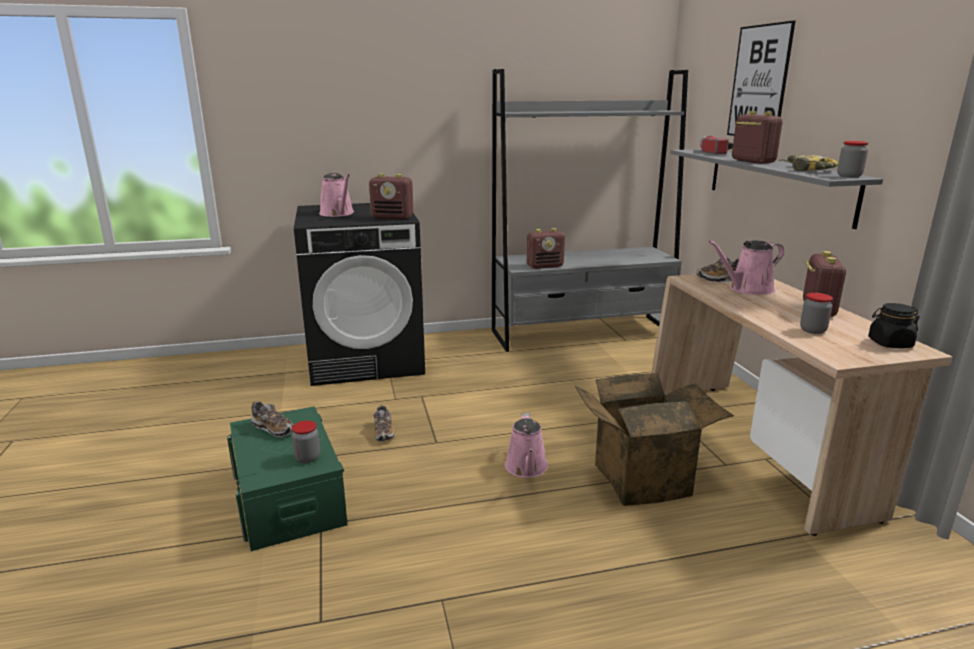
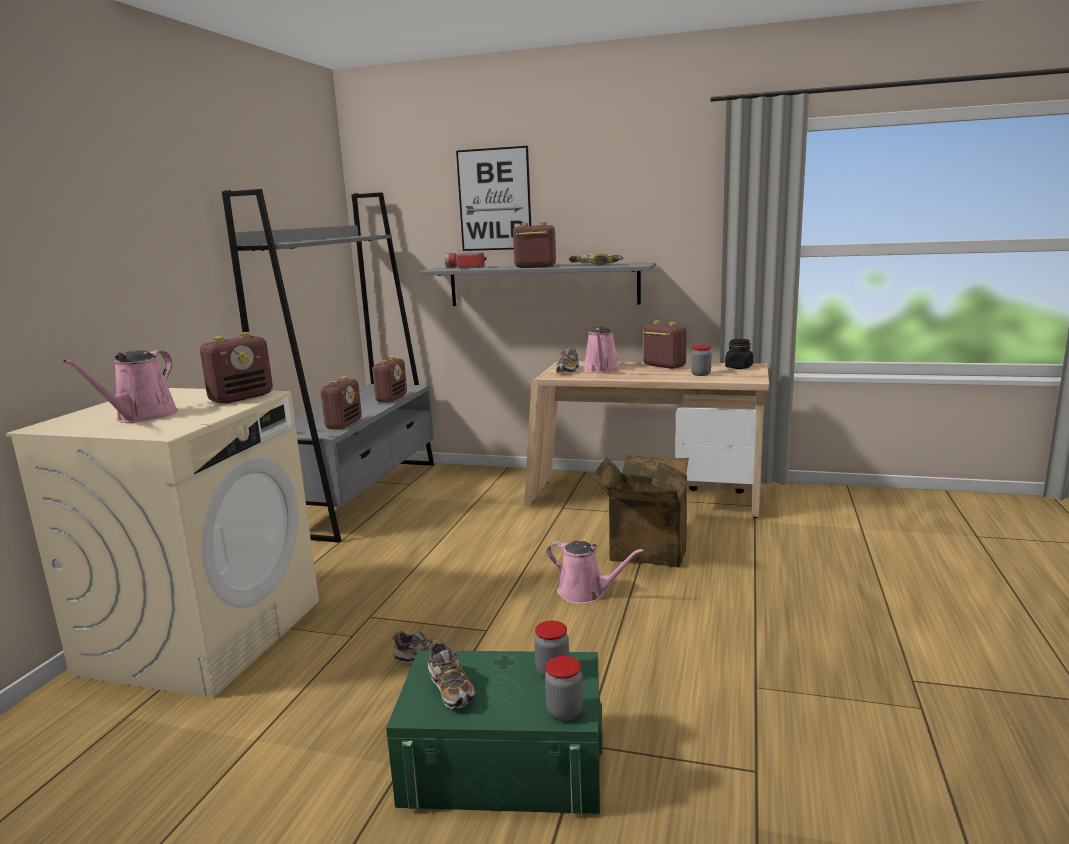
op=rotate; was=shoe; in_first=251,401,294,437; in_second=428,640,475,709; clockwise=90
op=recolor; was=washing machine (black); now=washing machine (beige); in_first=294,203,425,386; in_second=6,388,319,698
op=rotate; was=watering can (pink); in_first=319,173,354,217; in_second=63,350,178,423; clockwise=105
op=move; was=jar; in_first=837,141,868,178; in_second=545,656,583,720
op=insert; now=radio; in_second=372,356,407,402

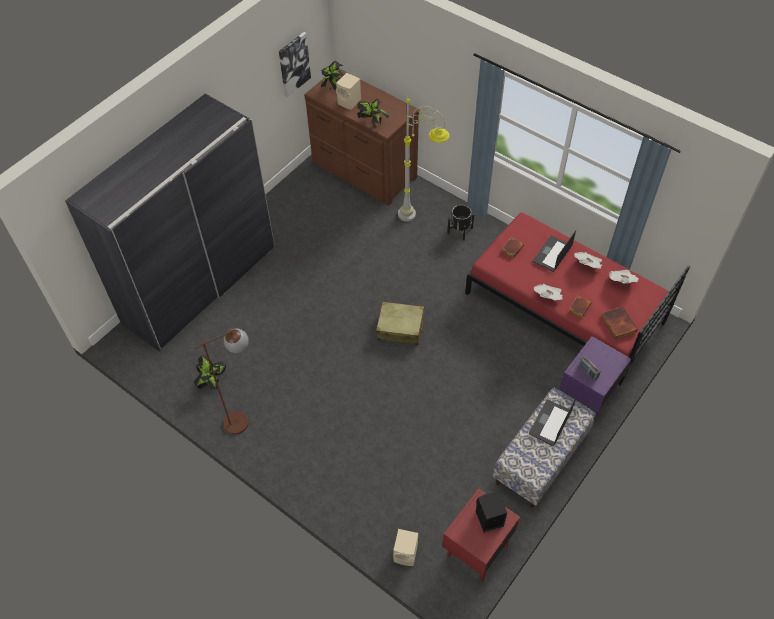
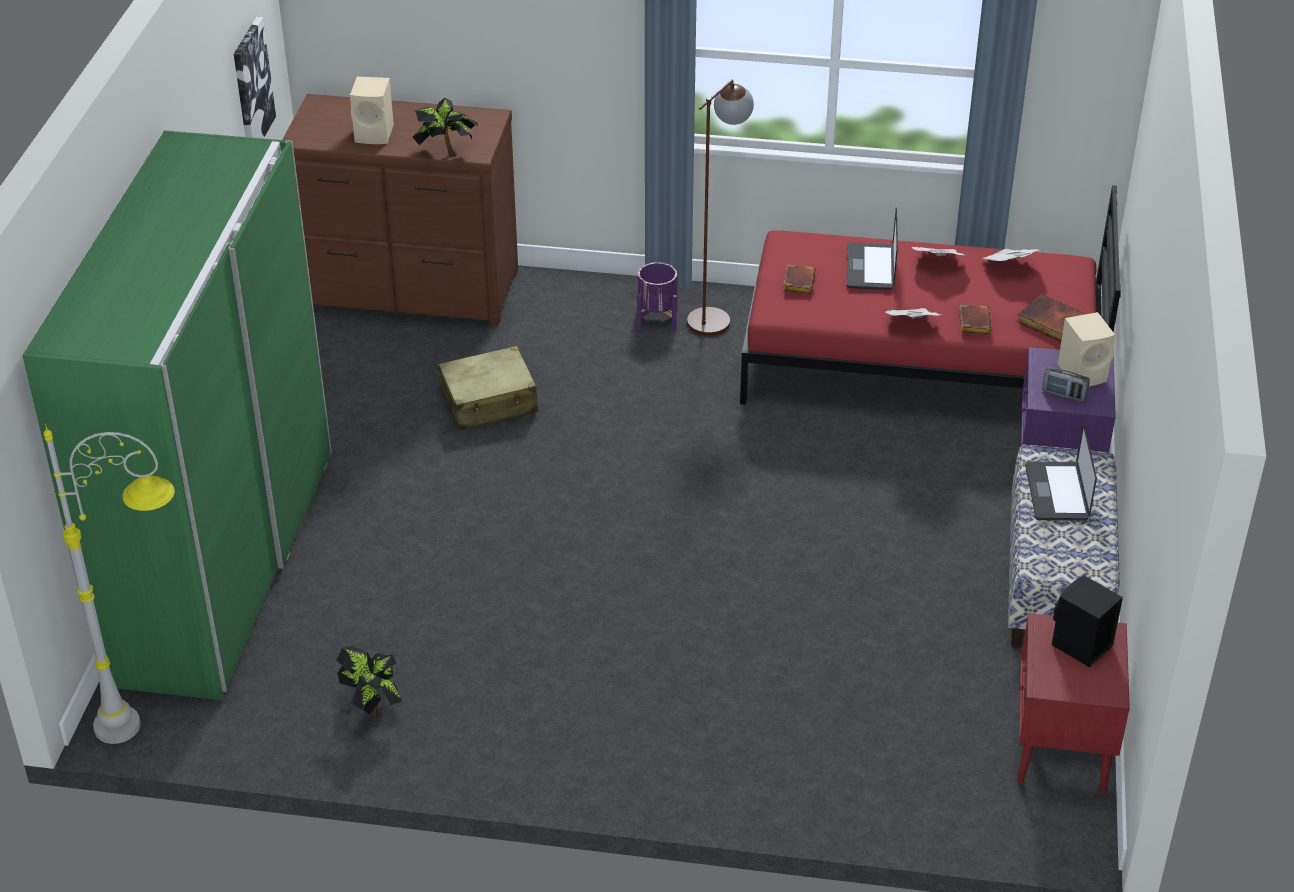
op=recolor; was=wardrobe (grey); now=wardrobe (green); in_first=65,93,275,351; in_second=22,131,332,700
op=move; was=floor lamp (brown); in_first=194,329,249,434; in_second=687,79,754,336
op=delete; was=potted plant; in_first=321,61,345,90
op=move; was=suitcase (beige); in_first=376,302,425,345; in_second=439,346,538,430
op=move; was=speaker (beige); in_first=393,529,418,566; in_second=1058,312,1115,386
op=move; was=floor lamp (grey); in_first=398,98,449,222; in_second=43,423,175,744
op=recolor; was=planter (black); now=planter (purple); in_first=447,205,474,240; in_second=637,262,678,331

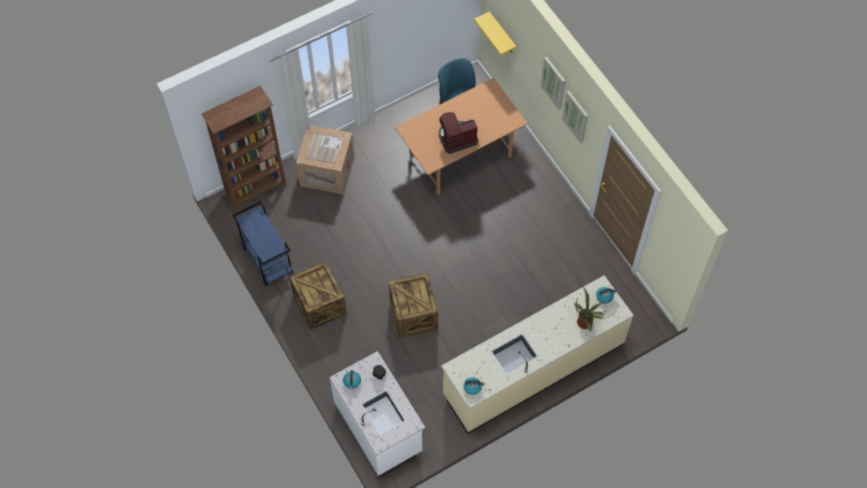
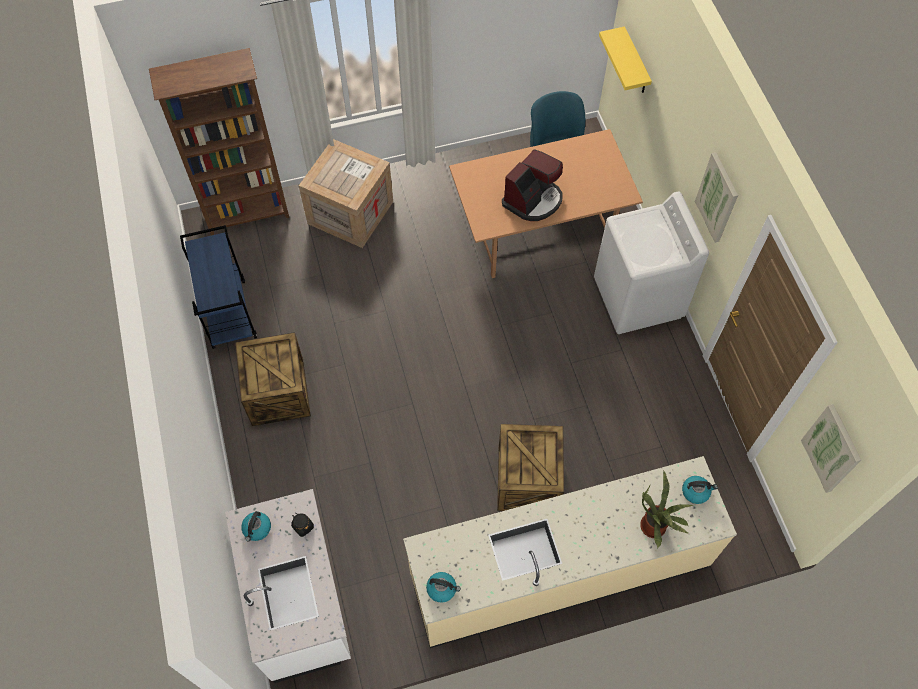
op=move; was=crate; in_first=389,273,438,337; in_second=497,424,564,511
op=rotate; was=coffee machine; in_first=439,112,479,154; in_second=502,150,563,221; clockwise=135
op=move; was=picture; in_first=541,56,566,110; in_second=801,404,861,493
op=insert; now=washing machine (white); in_second=594,192,709,334

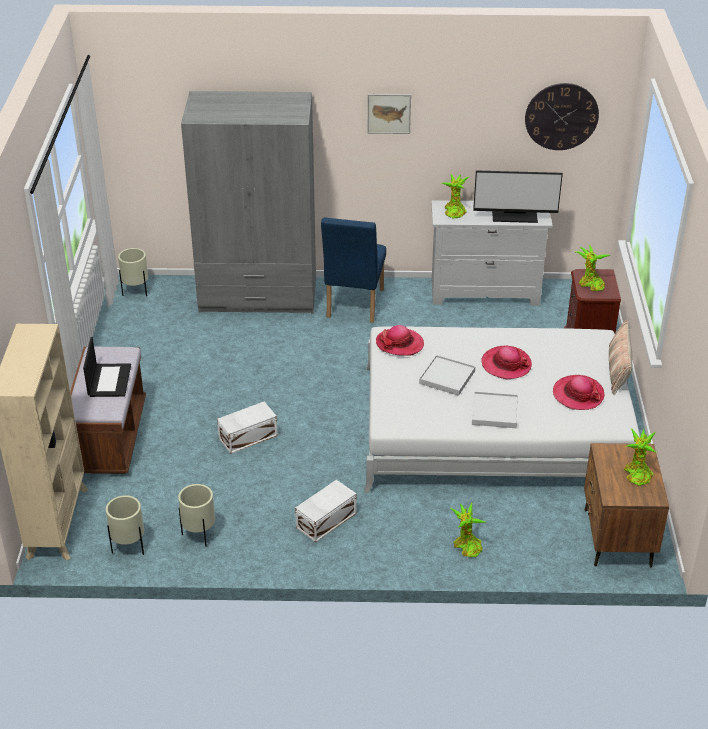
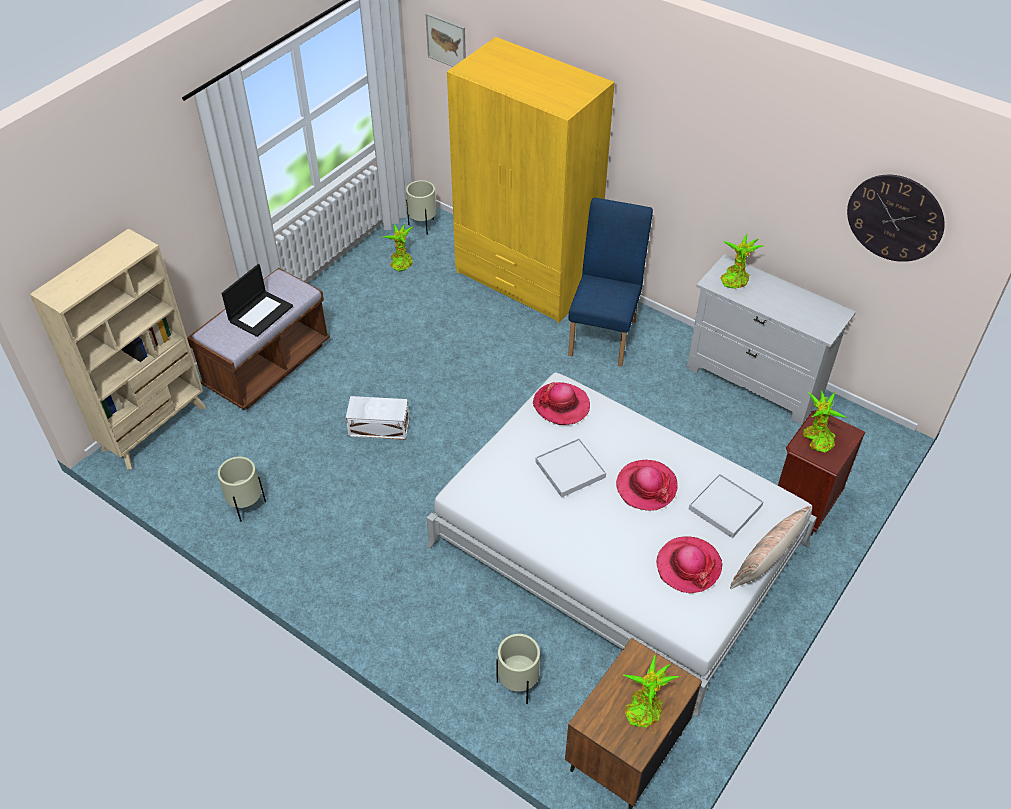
op=move; was=planter (beige); in_first=106,495,144,555; in_second=496,634,540,704
op=recolor; was=wardrobe (grey); now=wardrobe (yellow); in_first=181,91,316,314; in_second=447,37,615,323
op=delete; was=storage box (white); in_first=295,480,356,543
op=rotate; was=chair (blue); in_first=321,217,386,323; in_second=568,198,653,366; clockwise=150
op=move; was=picture; in_first=368,94,411,134; in_second=425,13,466,67
op=move; was=potted plant; in_first=450,503,486,557; in_second=383,223,413,271
op=move; was=tray (white); in_first=472,391,518,428; in_second=689,474,764,538
op=delete; was=monitor; in_first=473,170,563,223

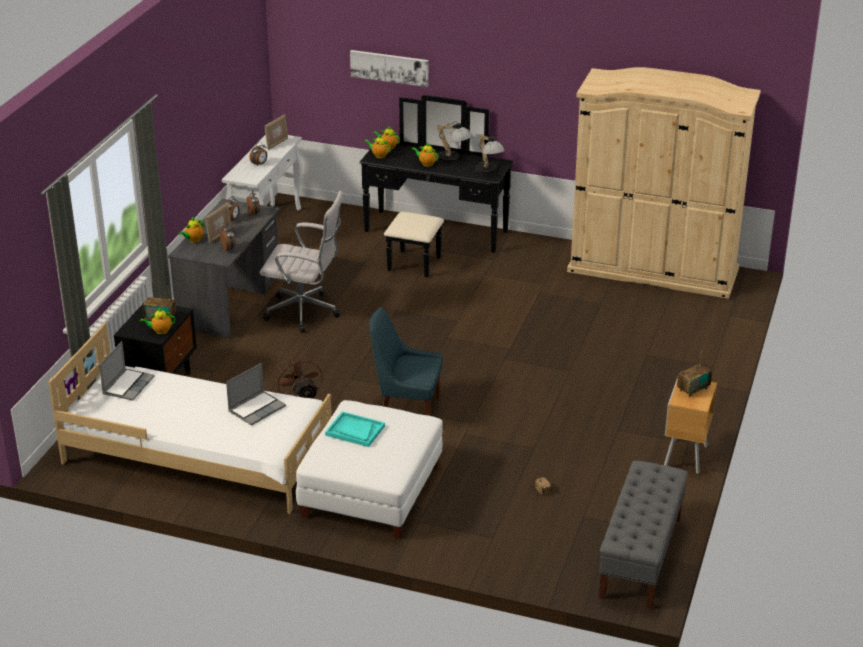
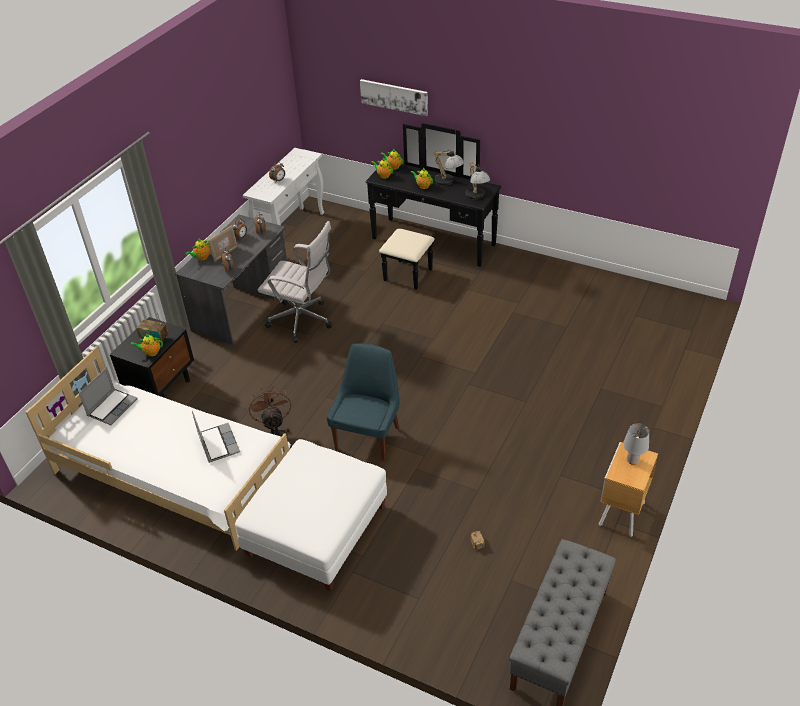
op=rotate; was=laptop; in_first=226,363,286,425; in_second=192,411,240,463; clockwise=-75
op=delete; was=picture frame; in_first=264,115,288,150
op=delete; was=tray (turquoise); in_first=325,411,385,447
op=rotate; was=chair (blue); in_first=369,307,442,416; in_second=326,344,399,461; clockwise=90
op=delete; was=wardrobe (beige); in_first=567,67,761,299
op=replace; was=radio; now=table lamp (grey); in_first=677,351,712,397; in_second=623,424,649,465

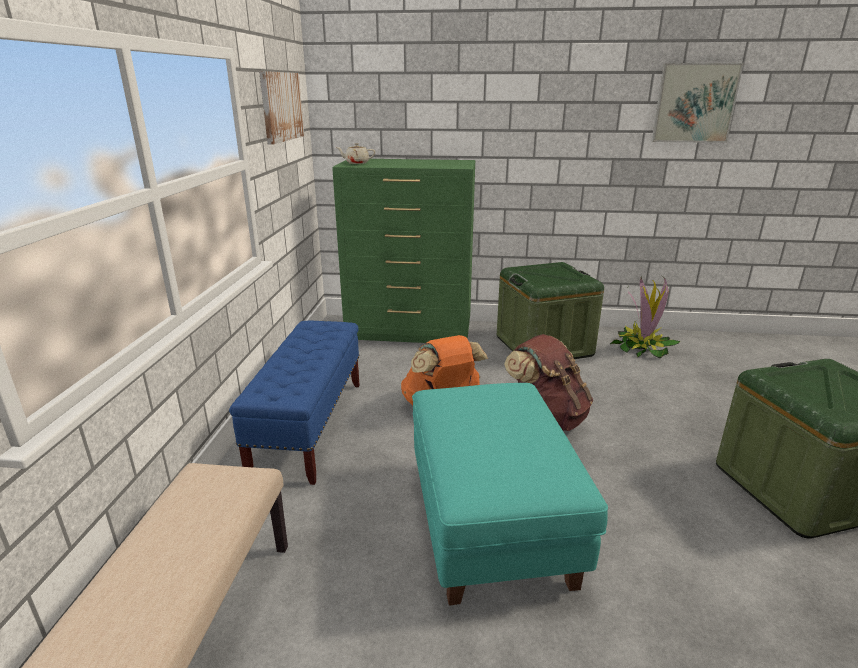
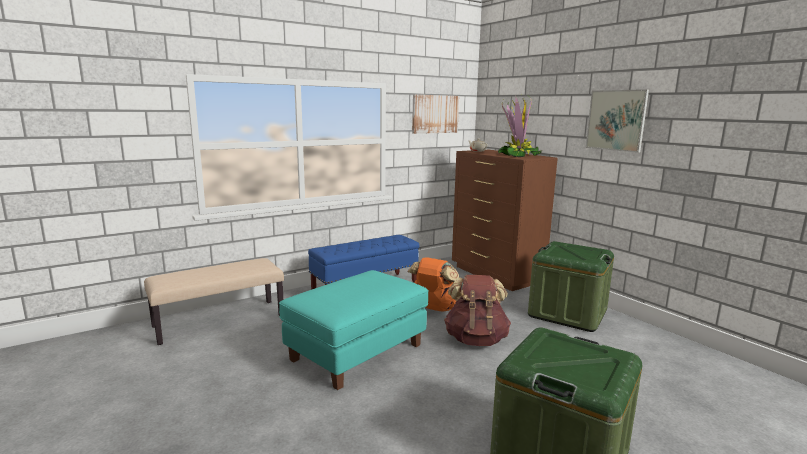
op=recolor; was=dresser (green); now=dresser (brown); in_first=332,159,475,343; in_second=452,150,558,291
op=move; was=potted plant; in_first=610,276,681,358; in_second=498,95,542,157
op=move; was=picture; in_first=651,63,744,143; in_second=586,89,649,153

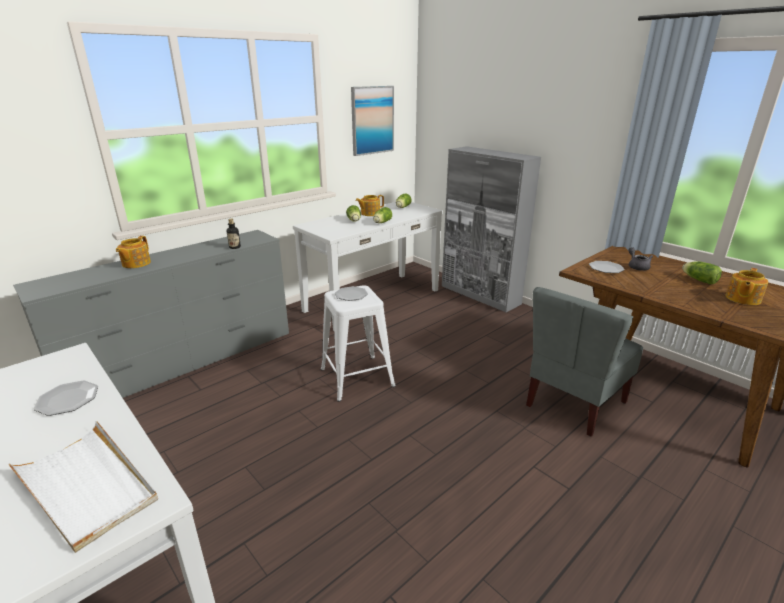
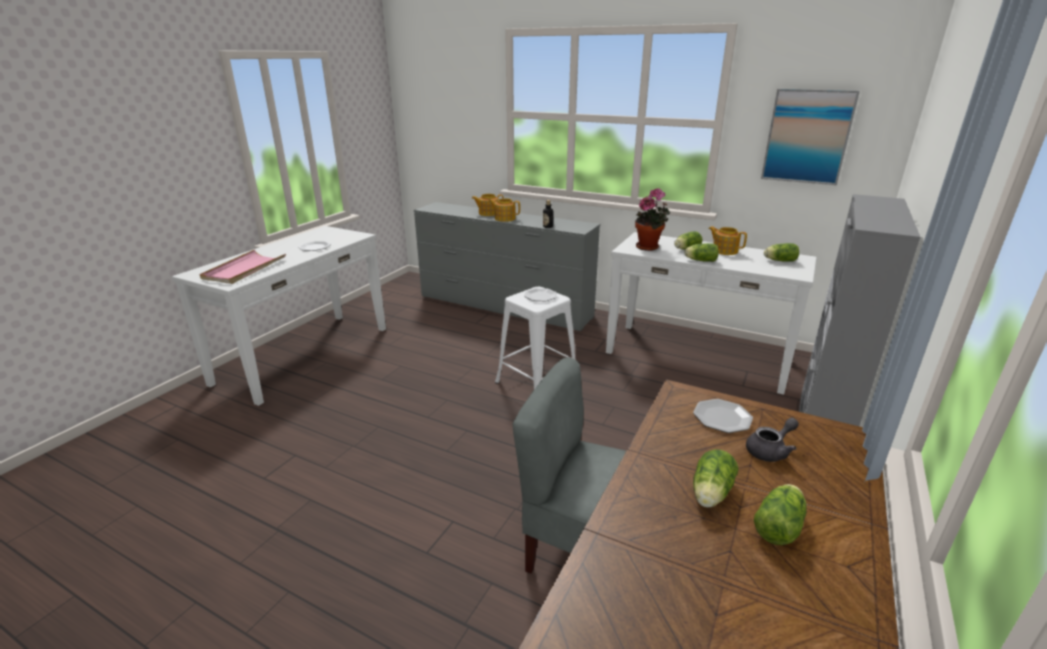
op=recolor; was=tray (white); now=tray (pink); in_first=8,421,158,553; in_second=200,250,286,284
op=move; was=teapot; in_first=726,268,769,305; in_second=489,198,520,222
op=insert; now=potted plant; in_second=635,189,671,251
op=insert; now=lettuce; in_second=693,449,739,508

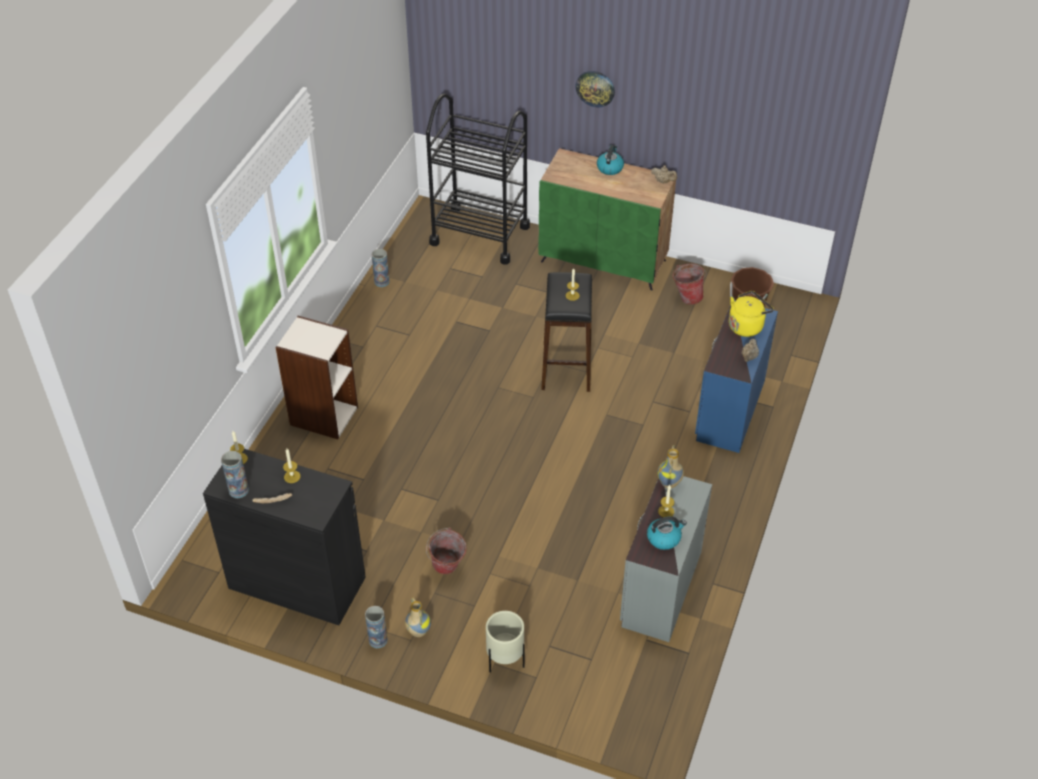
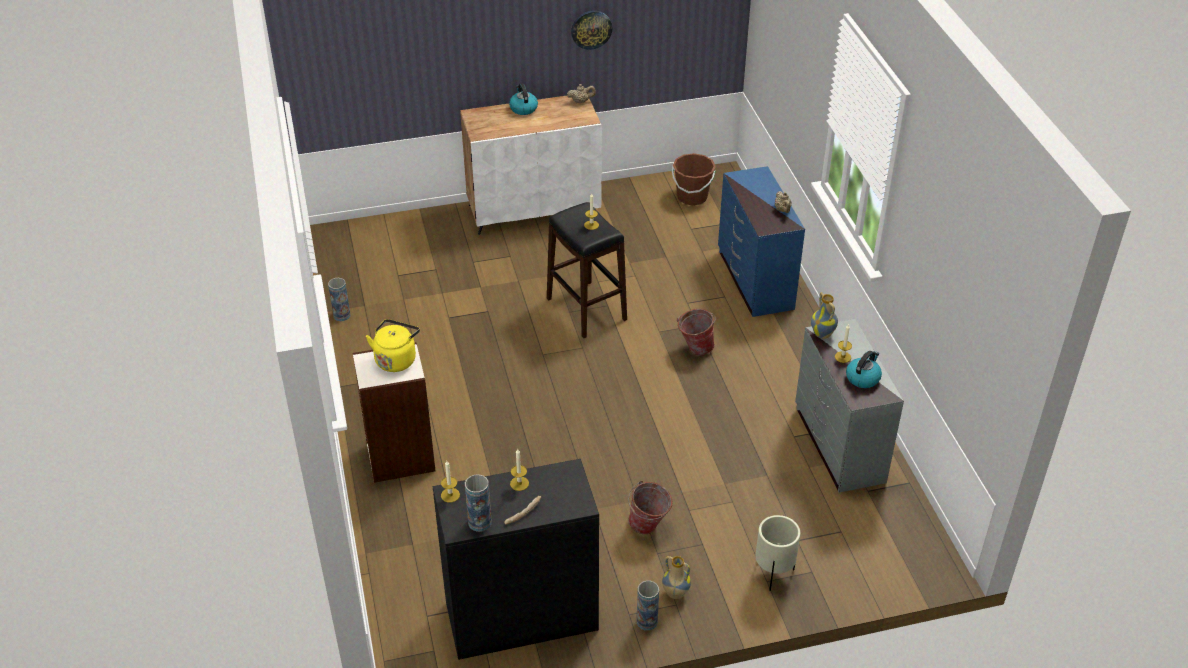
op=delete; was=cart (black); in_first=426,94,530,264
op=recolor; was=cabinet (green); now=cabinet (white); in_first=538,148,676,290; in_second=460,96,602,235
op=move; was=wall clock; in_first=575,71,615,107; in_second=571,11,613,50
op=move; was=bucket; in_first=672,264,706,305; in_second=677,309,716,356
op=move; was=kettle (yellow); in_first=729,291,774,337; in_second=366,319,420,372

